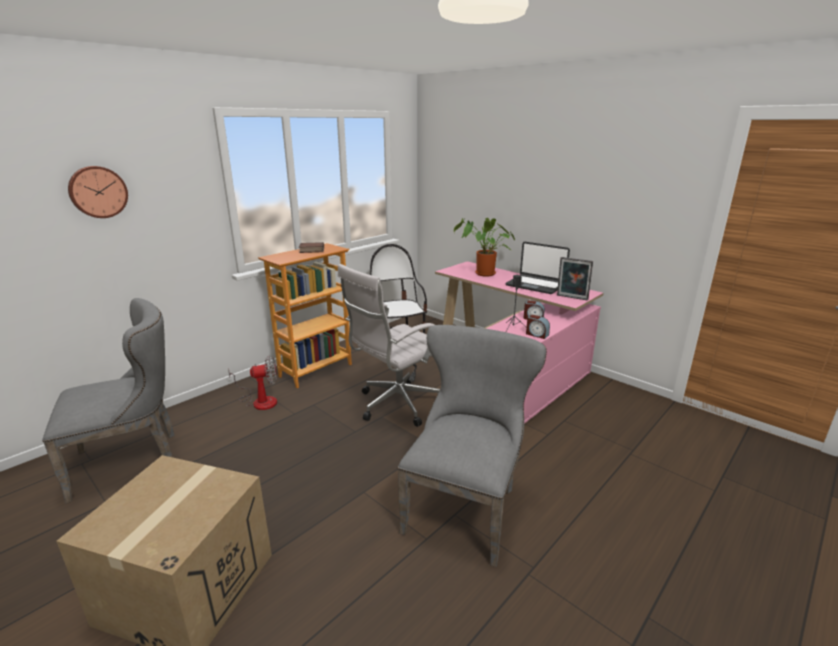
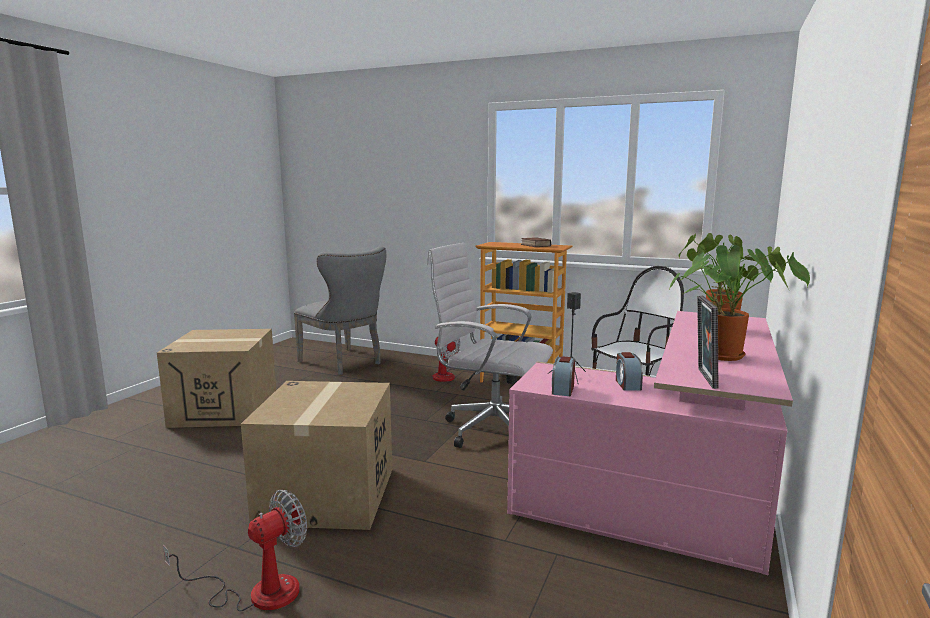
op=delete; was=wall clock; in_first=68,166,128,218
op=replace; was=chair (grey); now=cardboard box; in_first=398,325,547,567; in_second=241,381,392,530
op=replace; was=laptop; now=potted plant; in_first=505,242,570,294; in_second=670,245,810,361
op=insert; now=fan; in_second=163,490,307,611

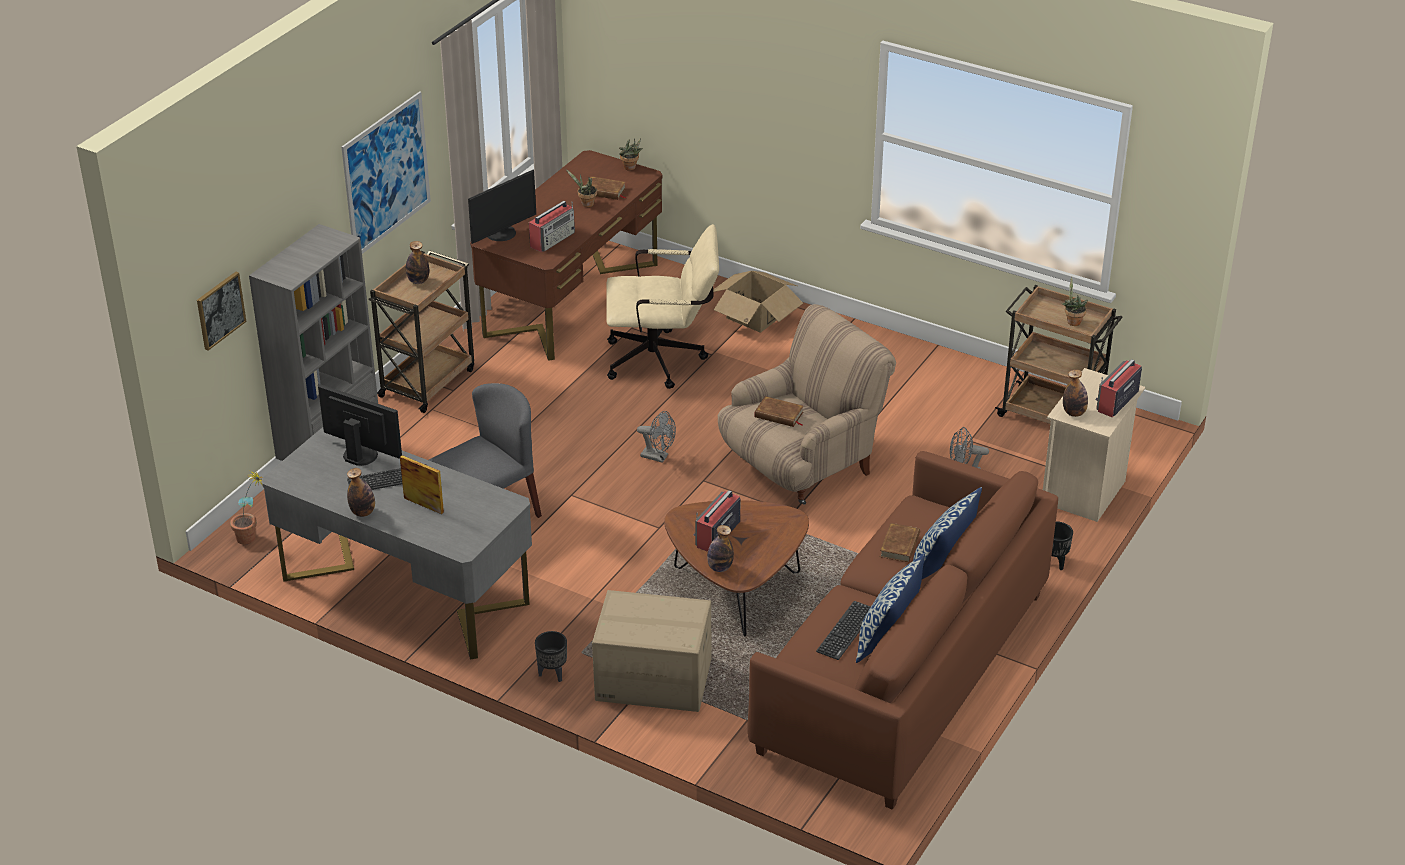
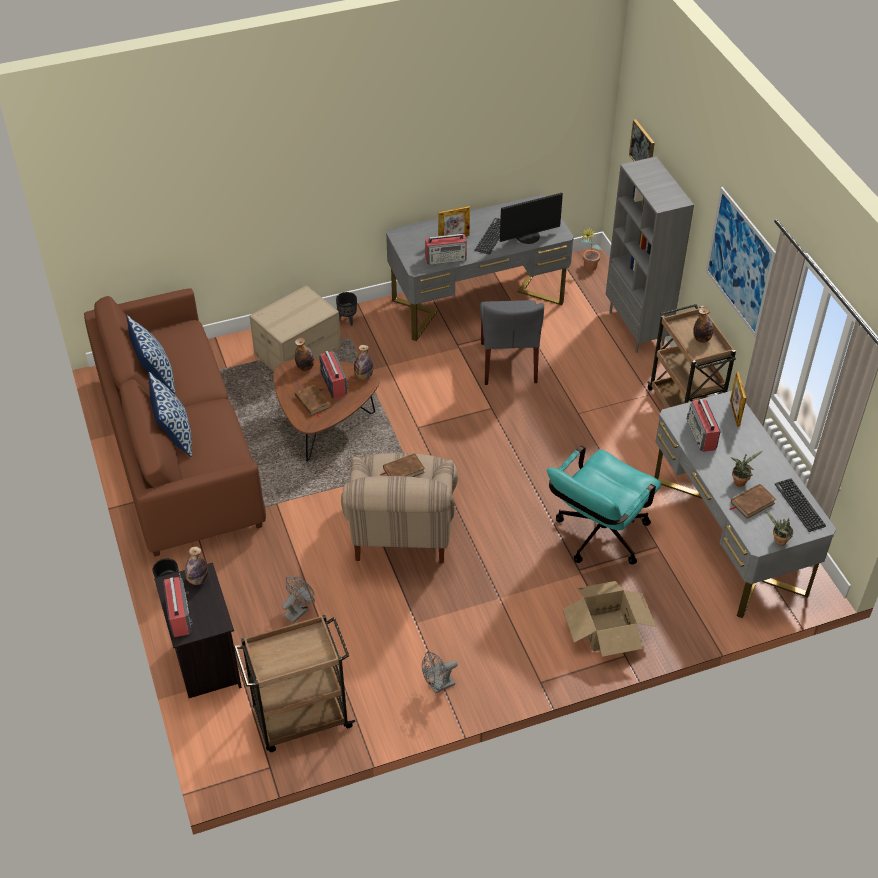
op=move; was=bottle; in_first=347,468,375,517; in_second=354,345,373,380
op=replace; was=monitor; now=picture frame; in_first=468,170,536,244; in_second=730,372,746,427
op=recolor; was=desk (brown); now=desk (grey); in_first=470,150,662,361; in_second=654,391,836,618
op=recolor; was=office chair (beige); now=office chair (turquoise); in_first=606,224,719,389; in_second=547,446,662,565
op=move; was=fan (grey); in_first=637,411,676,463; in_second=422,651,458,693
op=move; was=keyboard; in_first=816,601,871,660; in_second=775,478,826,532
op=move; was=book (brown); in_first=880,523,920,563; in_second=295,384,331,418
op=recolor; was=nightstand (beige); now=nightstand (black); in_first=1043,368,1145,522; in_second=154,562,242,698
op=delete; was=potted plant; in_first=1061,277,1088,326
op=insert; now=radio; in_second=425,233,467,265

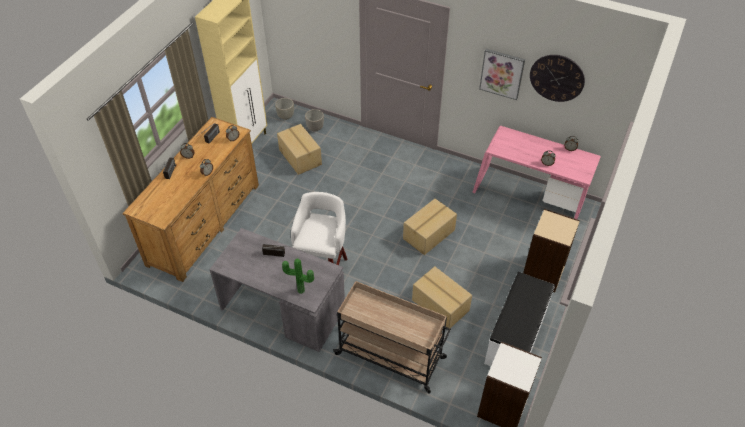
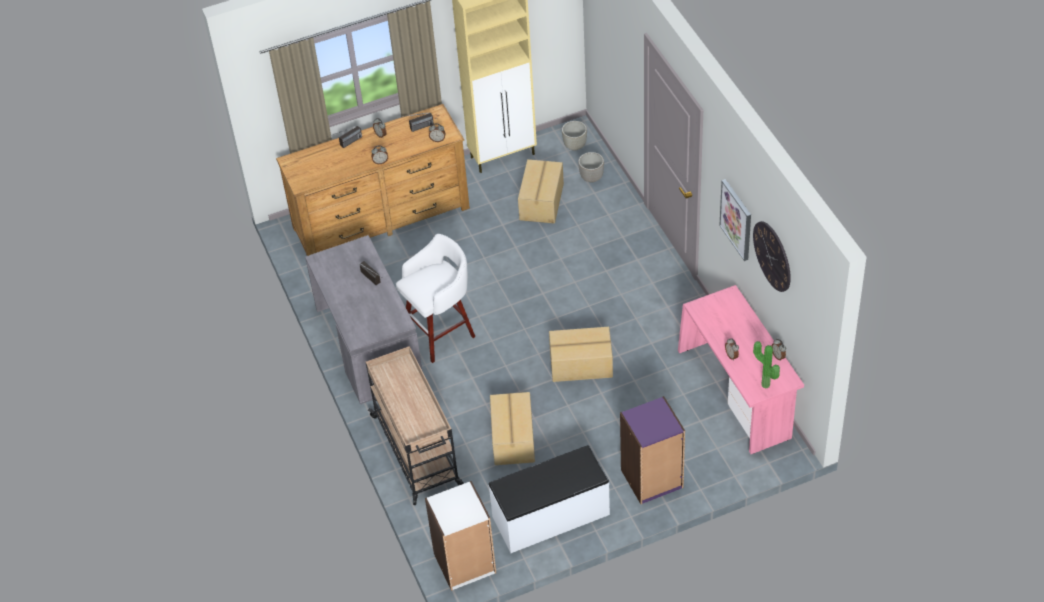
op=move; was=potted plant; in_first=282,259,314,294; in_second=753,341,780,389
op=recolor; was=bookcase (beige); now=bookcase (purple); in_first=523,209,580,292; in_second=620,396,685,504

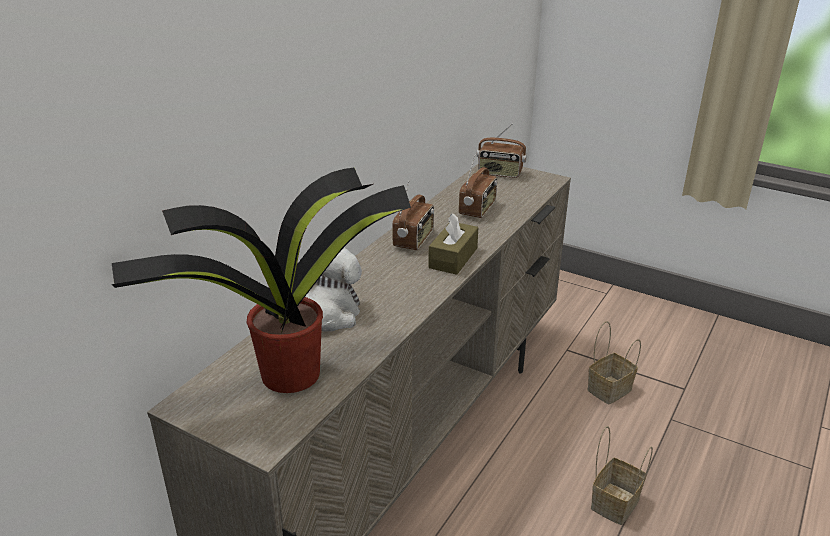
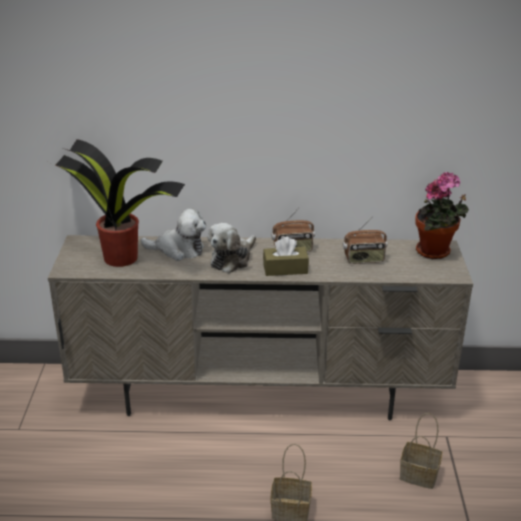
op=replace; was=radio; now=potted plant; in_first=477,123,527,178; in_second=415,172,469,259
op=insert; now=plush toy; in_second=207,223,256,273

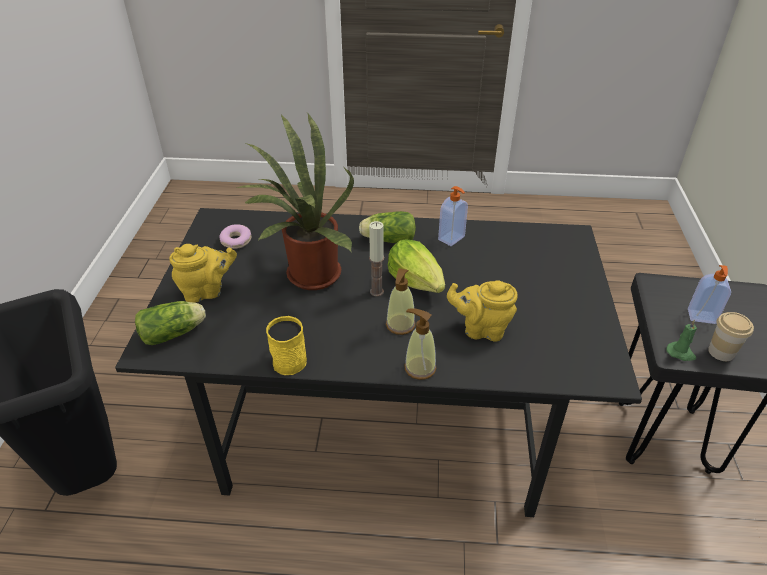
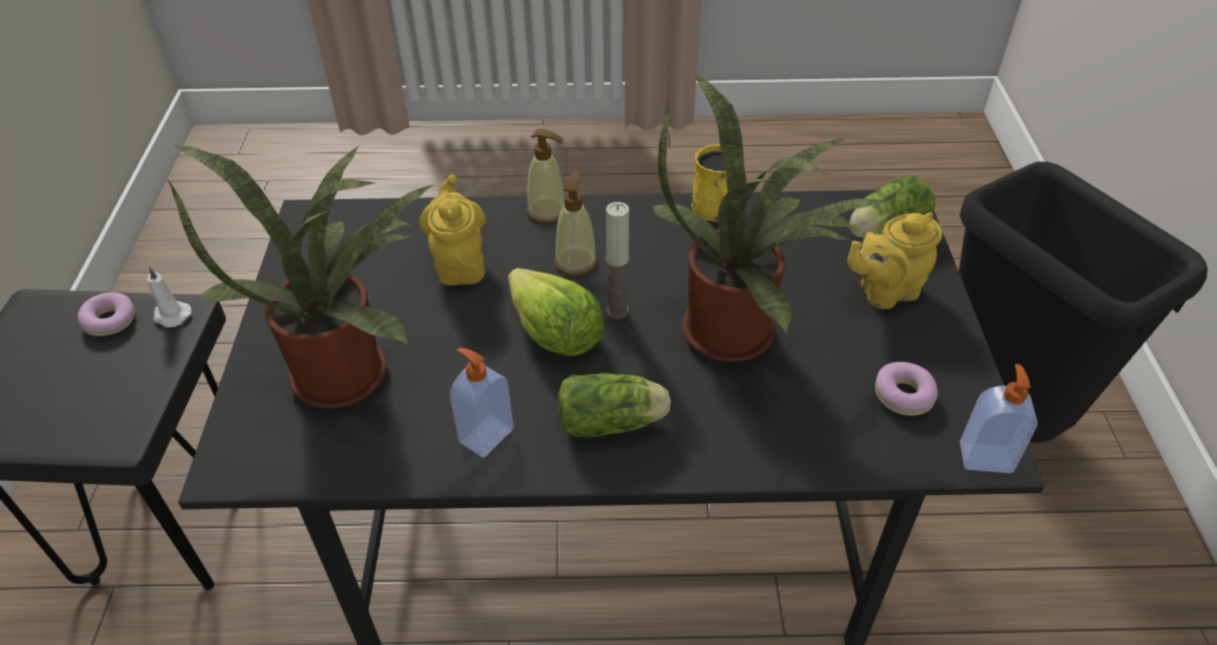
op=rotate; was=teapot (yellow); in_first=447,280,518,342; in_second=419,175,486,285; clockwise=-105
op=recolor; was=candle (green); now=candle (white); in_first=666,320,697,361; in_second=147,267,192,328
op=move; was=soap dispenser; in_first=688,265,731,324; in_second=960,364,1037,473
op=replace; was=cup; now=donut; in_first=708,312,754,361; in_second=78,292,135,336
op=insert; now=potted plant; in_second=169,144,435,409

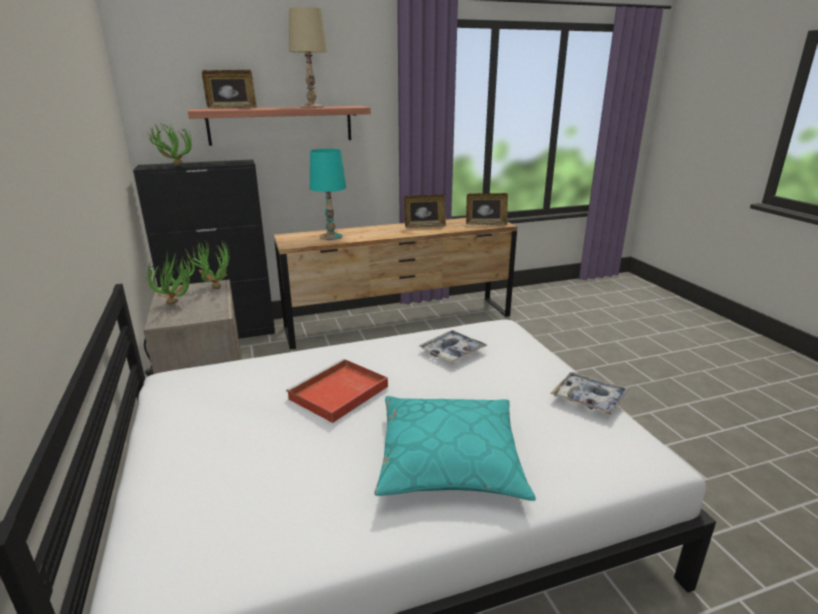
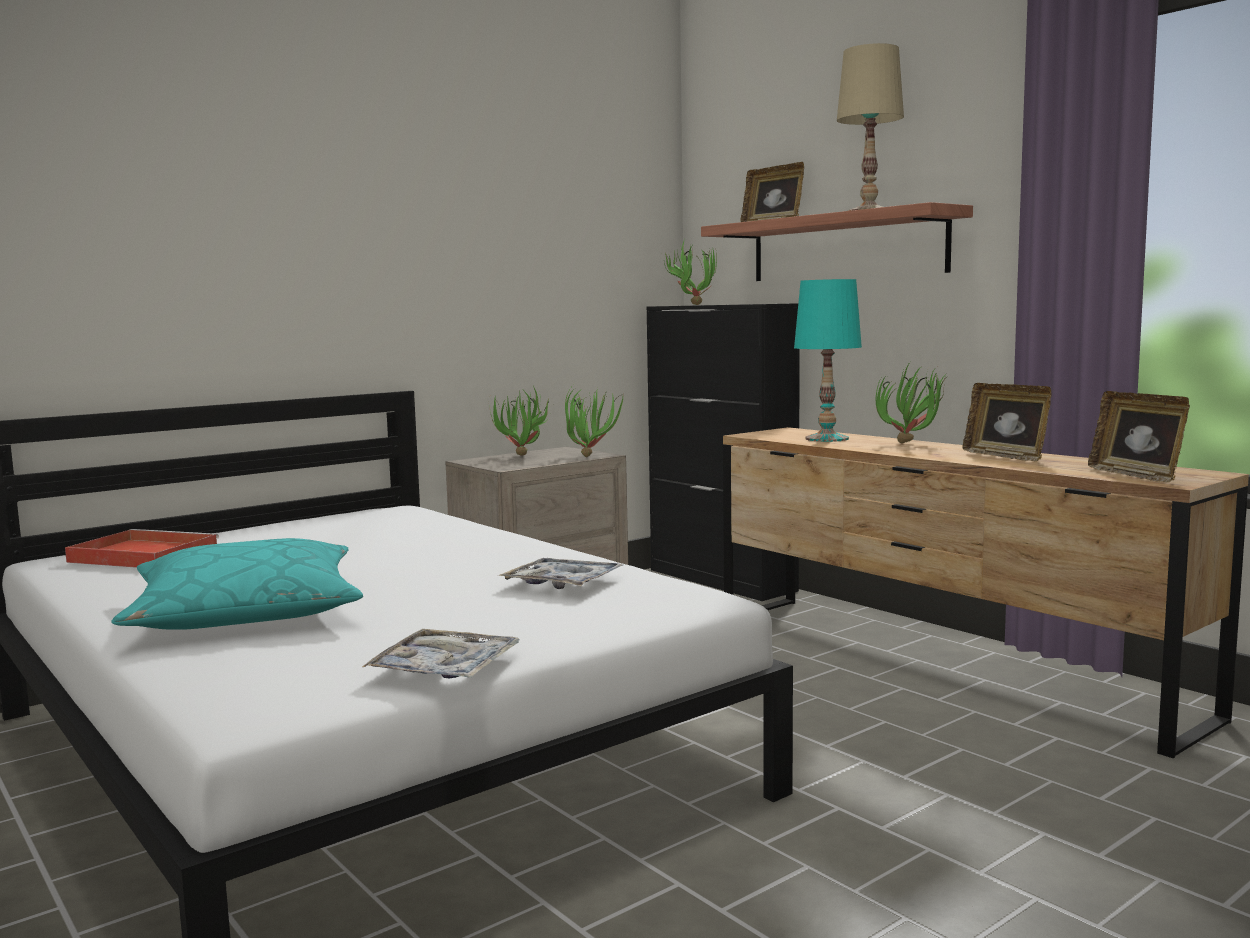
op=move; was=tray (red); in_first=286,359,388,423; in_second=65,529,219,568
op=insert; now=potted plant; in_second=876,362,945,443

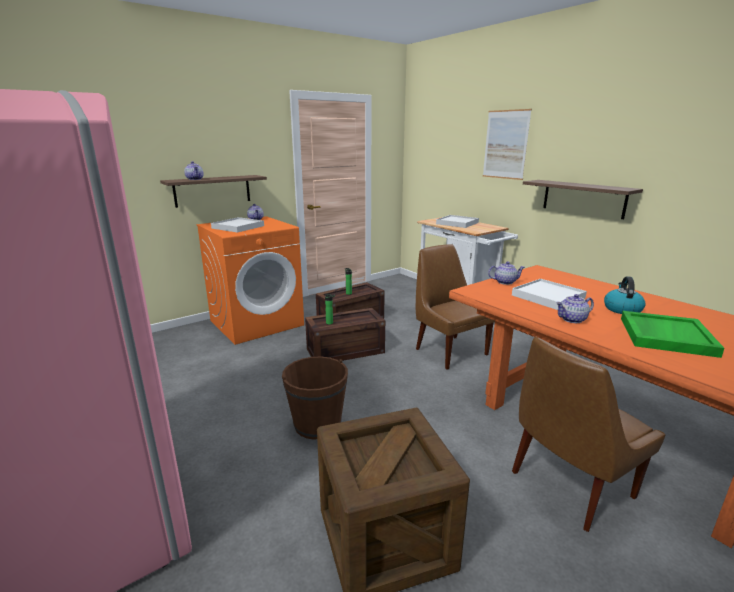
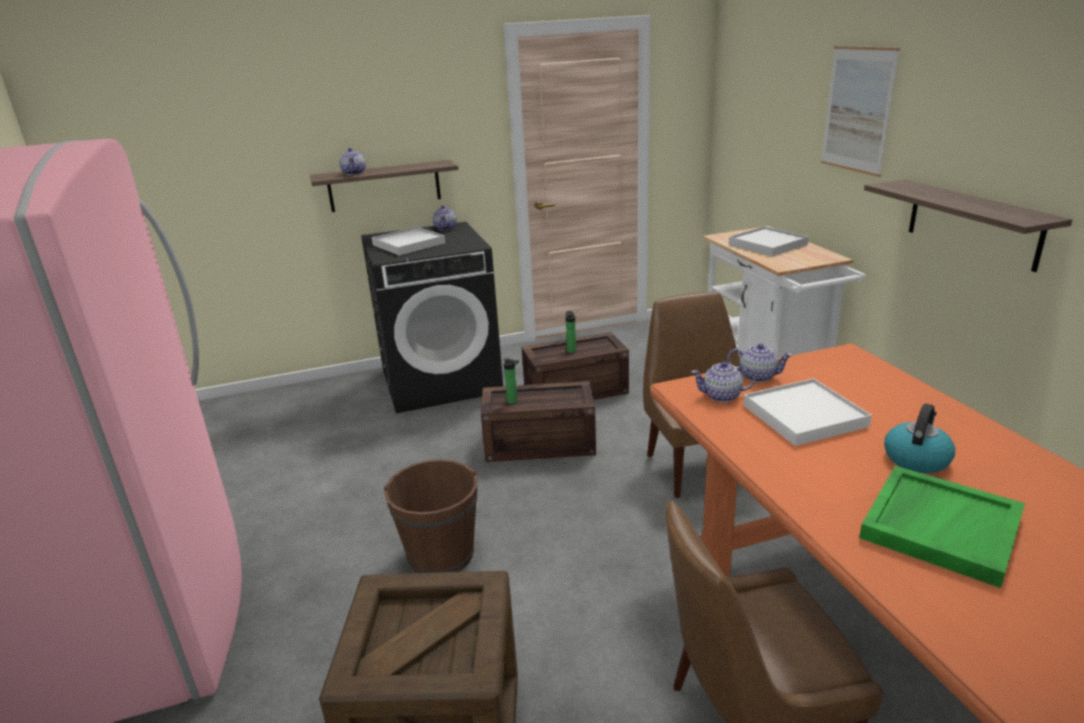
op=recolor; was=washing machine (orange); now=washing machine (black); in_first=197,216,304,345; in_second=361,222,503,413
op=move; was=teapot; in_first=556,294,594,323; in_second=691,361,756,402

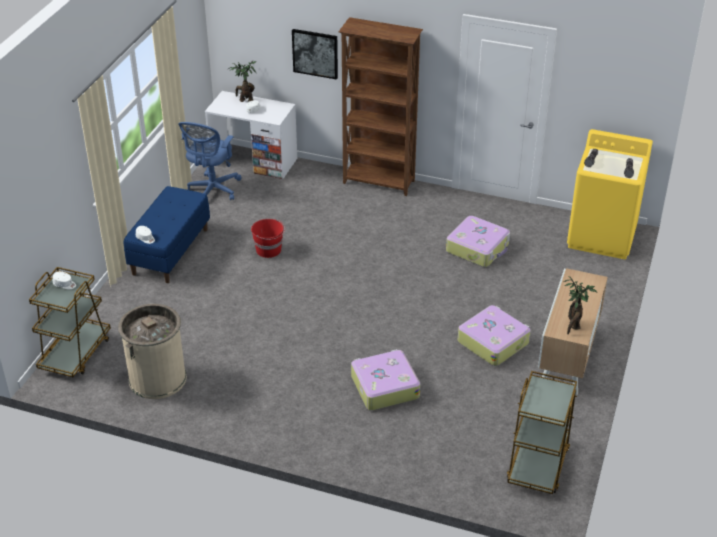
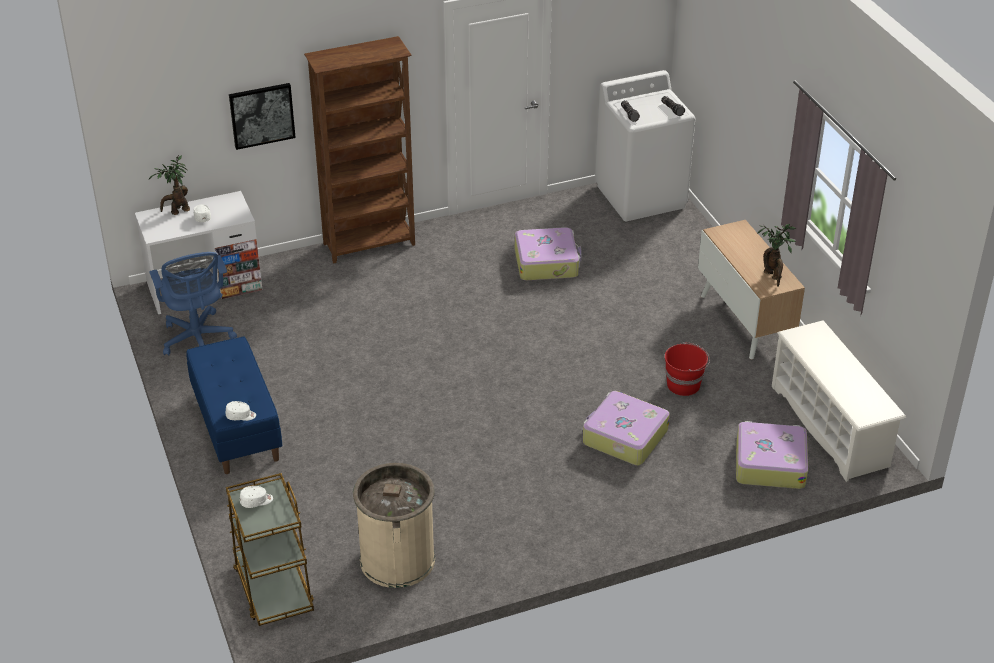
op=move; was=bucket (red); in_first=251,219,285,258; in_second=665,342,710,396
op=move; was=suitcase; in_first=458,305,531,366; in_second=736,421,808,489
op=replace; was=cart (brown); now=shoe rack (white); in_first=507,371,577,494; in_second=772,320,906,482
op=recolor; was=washing machine (yellow); now=washing machine (white); in_first=567,129,653,259; in_second=595,70,695,222

